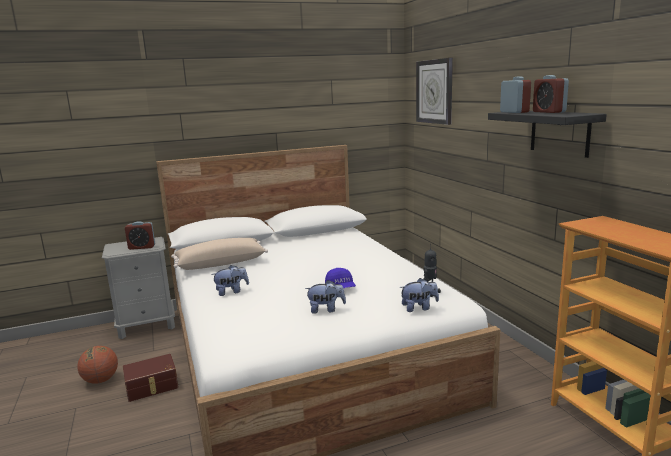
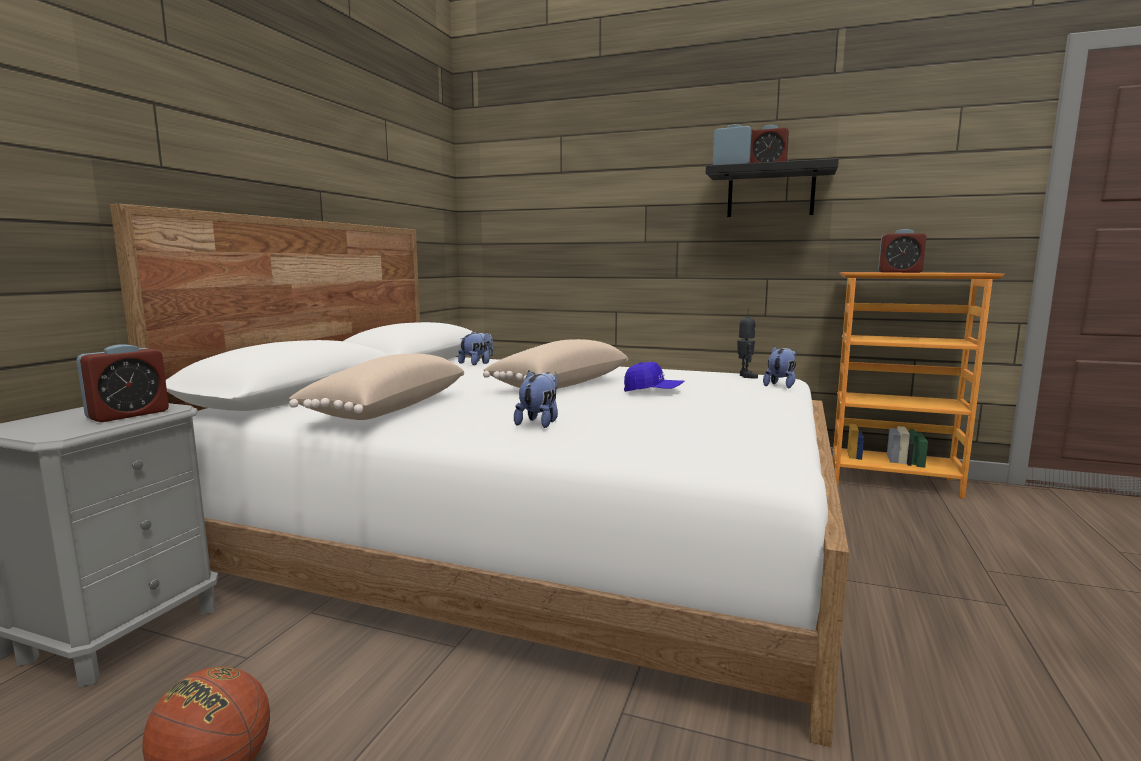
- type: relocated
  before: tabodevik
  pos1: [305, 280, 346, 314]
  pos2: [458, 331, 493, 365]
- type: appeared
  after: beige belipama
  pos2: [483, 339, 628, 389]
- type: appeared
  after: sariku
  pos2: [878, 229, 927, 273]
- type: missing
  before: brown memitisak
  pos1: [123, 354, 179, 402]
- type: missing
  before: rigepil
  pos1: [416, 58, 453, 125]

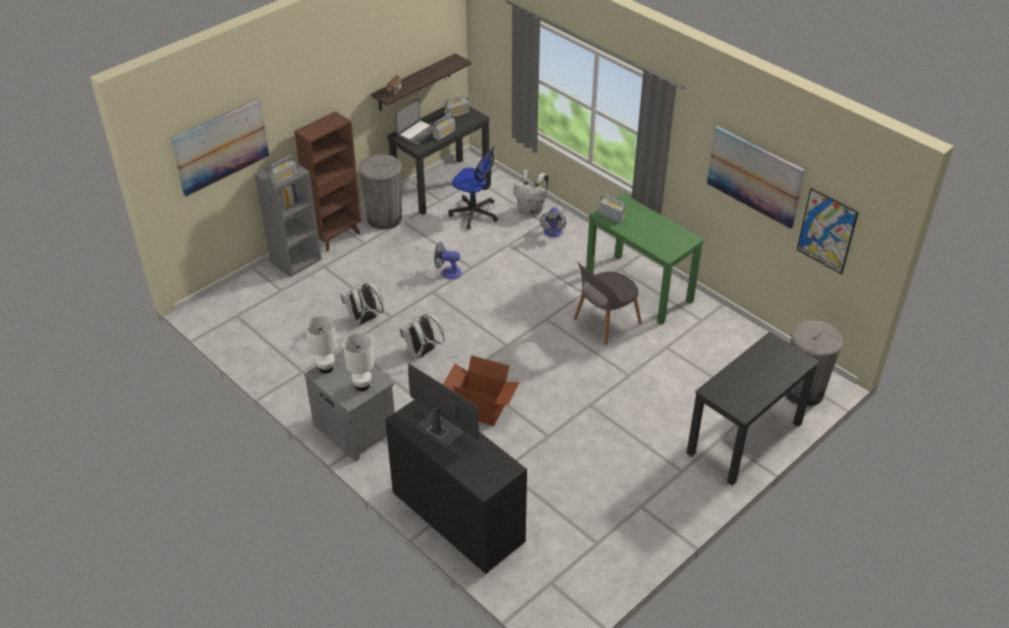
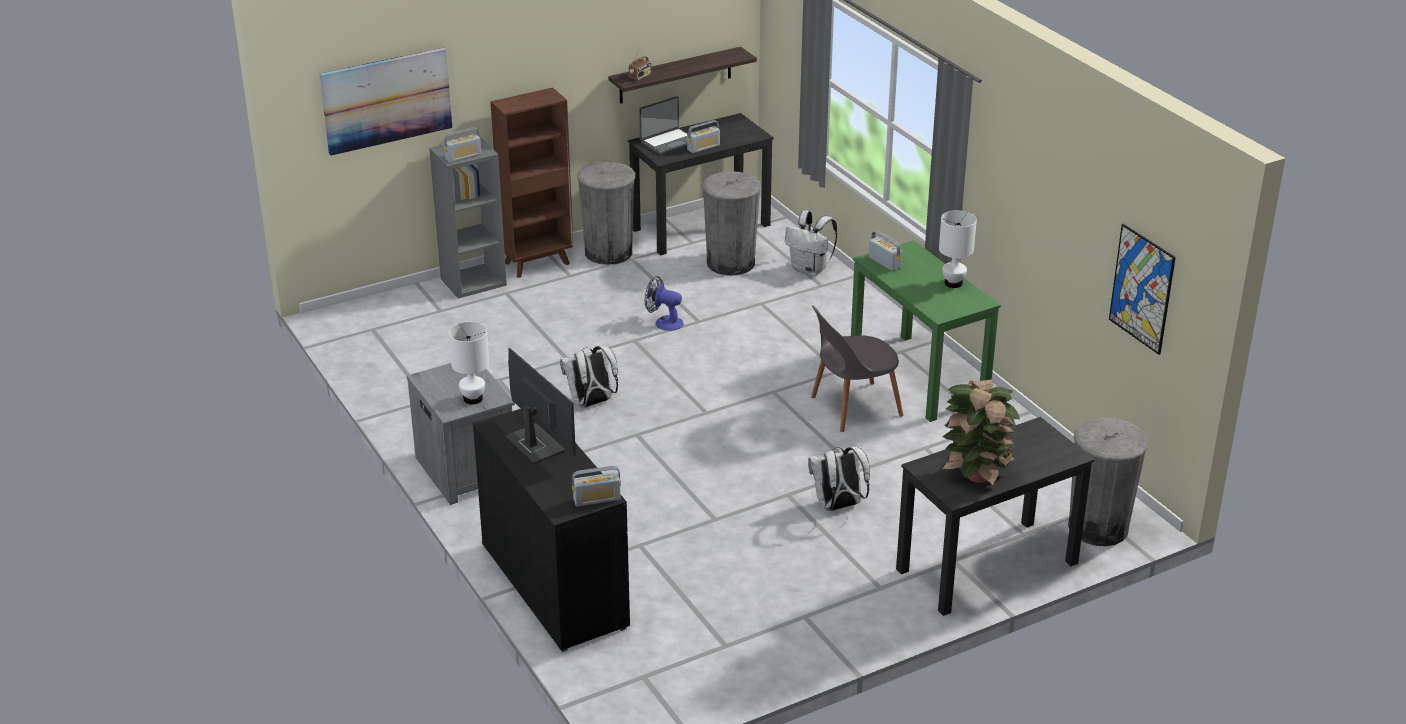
- type: relocated
  before: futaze
  pos1: [445, 95, 469, 118]
  pos2: [572, 466, 621, 506]
- type: exchanged
  before: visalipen
  after: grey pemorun
  pos1: [448, 146, 498, 230]
  pos2: [702, 171, 761, 276]
- type: relocated
  before: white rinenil
  pos1: [340, 280, 383, 325]
  pos2: [808, 447, 870, 511]
- type: relocated
  before: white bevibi
  pos1: [306, 316, 337, 373]
  pos2: [939, 210, 977, 288]
- type: appeared
  after: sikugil
  pos2: [941, 380, 1020, 486]
- type: missing
  before: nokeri
  pos1: [443, 355, 520, 426]
- type: missing
  before: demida
  pos1: [540, 207, 566, 238]
- type: missing
  before: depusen
  pos1: [707, 126, 805, 229]

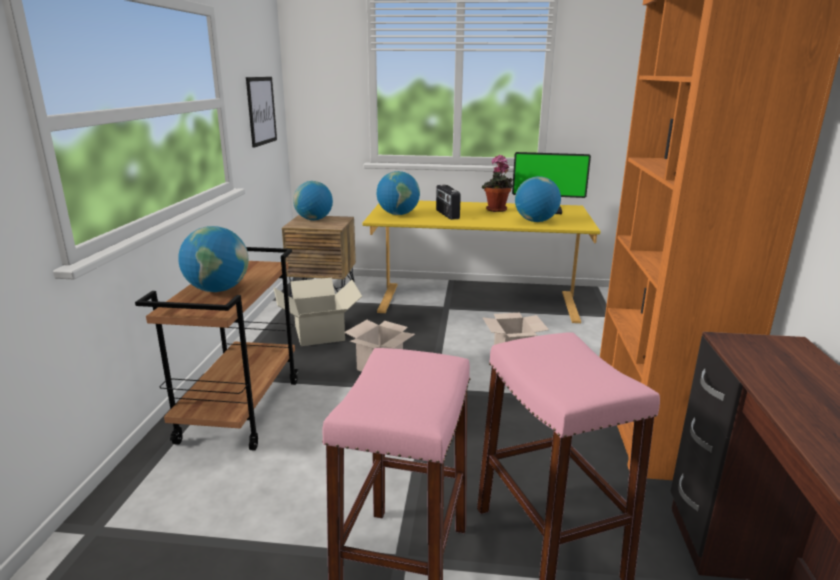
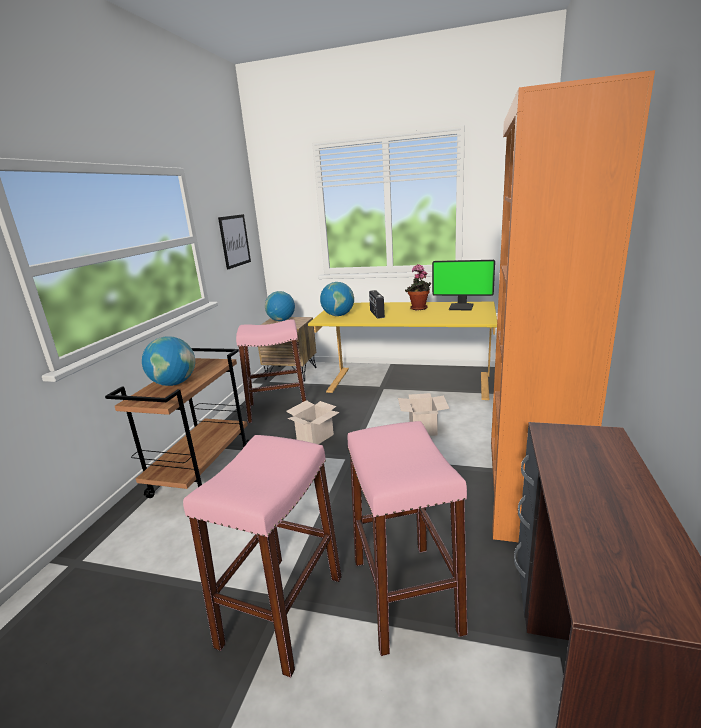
- type: exchanged
  before: nokeri
  after: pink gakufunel
  pos1: [273, 278, 362, 346]
  pos2: [236, 319, 306, 423]
- type: missing
  before: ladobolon
  pos1: [515, 176, 561, 222]

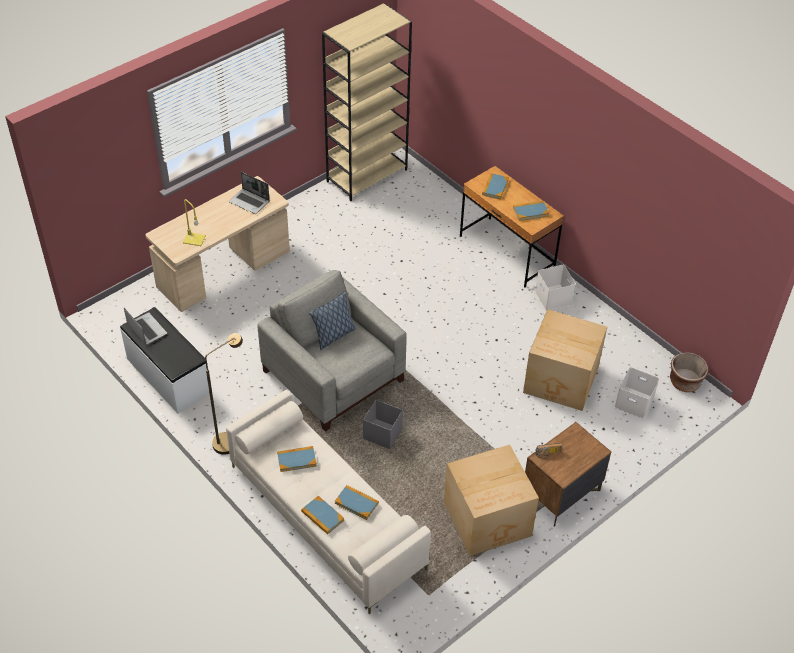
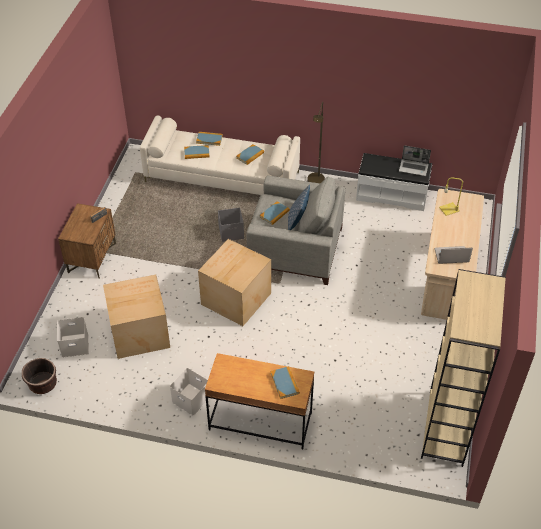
- type: relocated
  before: nokeri
  pos1: [444, 444, 539, 556]
  pos2: [198, 239, 271, 326]
- type: relocated
  before: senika
  pos1: [513, 201, 549, 221]
  pos2: [260, 201, 290, 225]

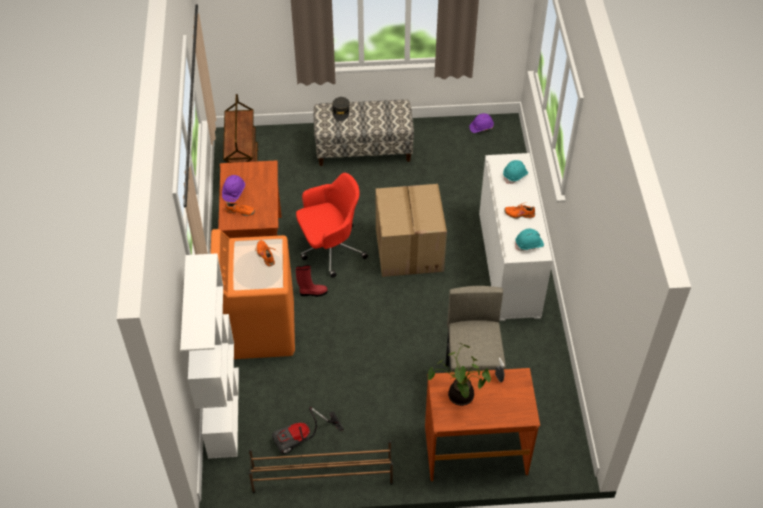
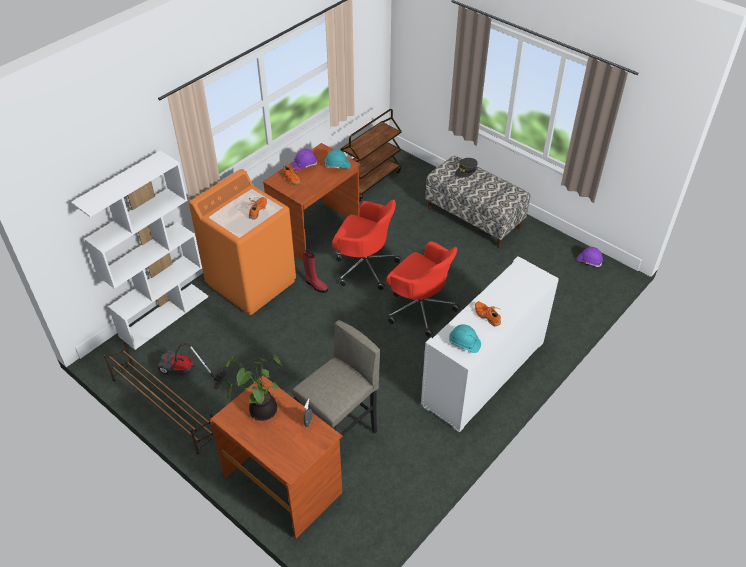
- type: relocated
  before: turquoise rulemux
  pos1: [503, 160, 528, 184]
  pos2: [325, 150, 351, 169]
- type: exchanged
  before: nokeri
  after: red visalipen
  pos1: [376, 184, 447, 277]
  pos2: [386, 241, 460, 337]

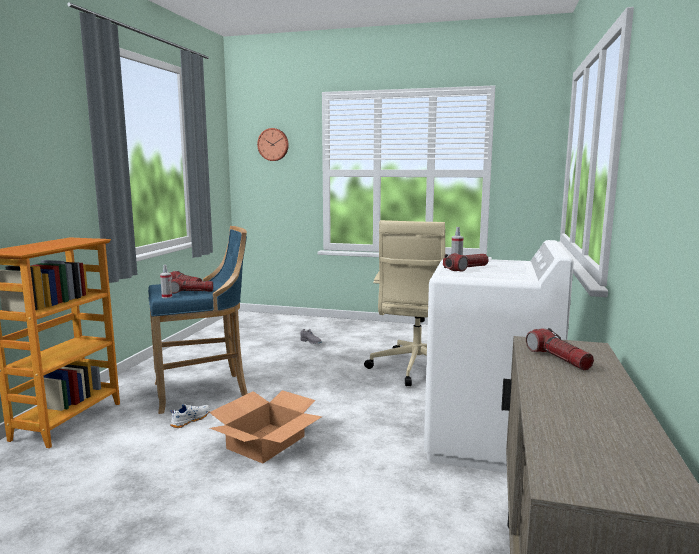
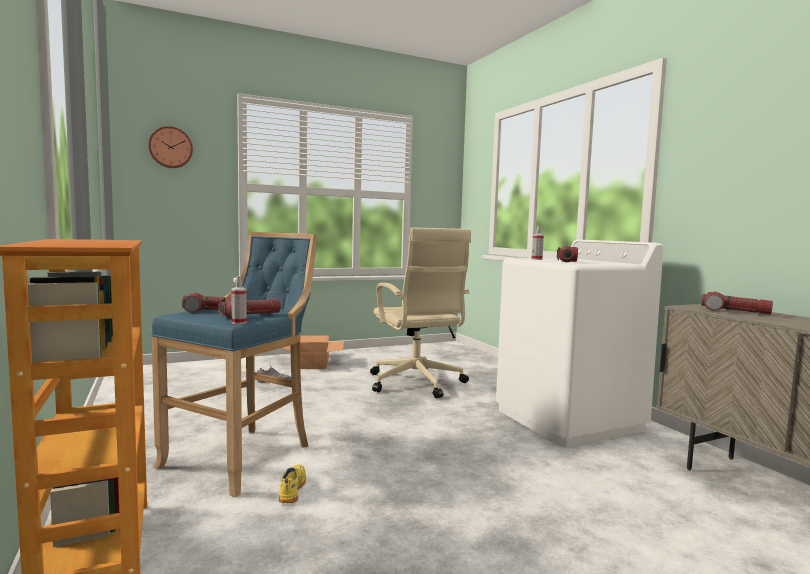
- type: colour
  before: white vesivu
  after: yellow vesivu
  pos1: [170, 404, 210, 428]
  pos2: [279, 464, 306, 503]
- type: relocated
  before: nokeri
  pos1: [209, 390, 322, 464]
  pos2: [282, 335, 344, 369]

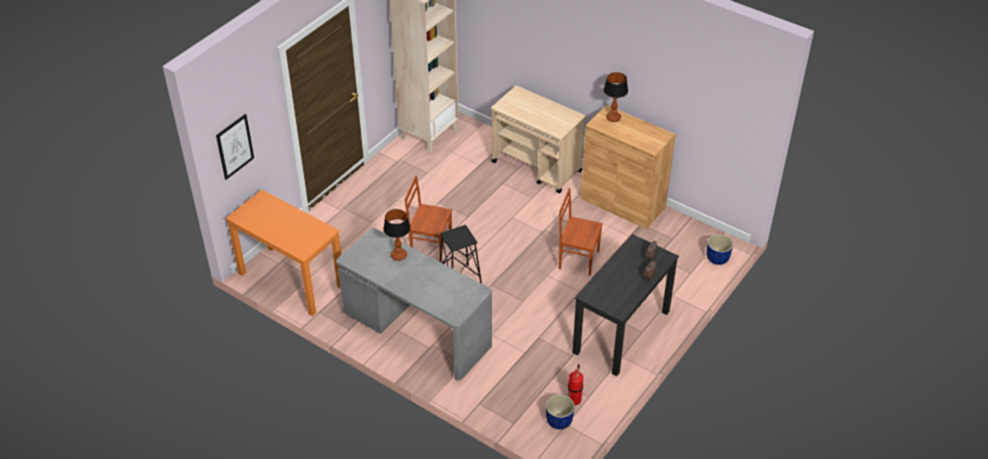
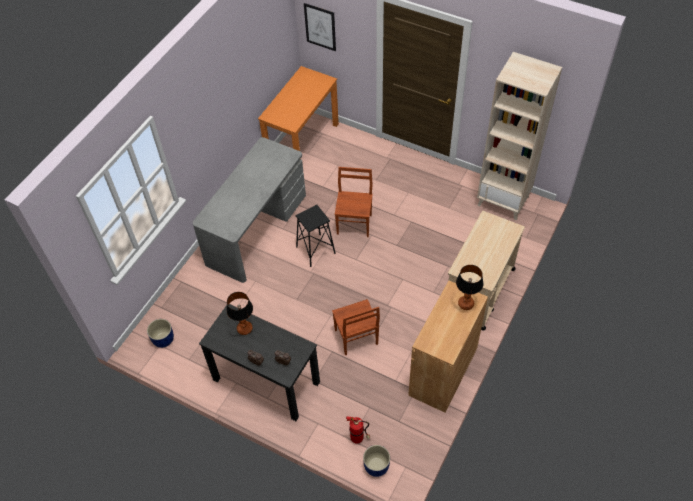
- type: relocated
  before: bevibi
  pos1: [383, 209, 410, 261]
  pos2: [227, 292, 253, 335]
- type: spun
  before: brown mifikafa
  pos1: [559, 188, 603, 276]
  pos2: [332, 299, 380, 355]
  turn: 150
- type: relocated
  before: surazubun
  pos1: [568, 364, 583, 405]
  pos2: [346, 416, 370, 444]

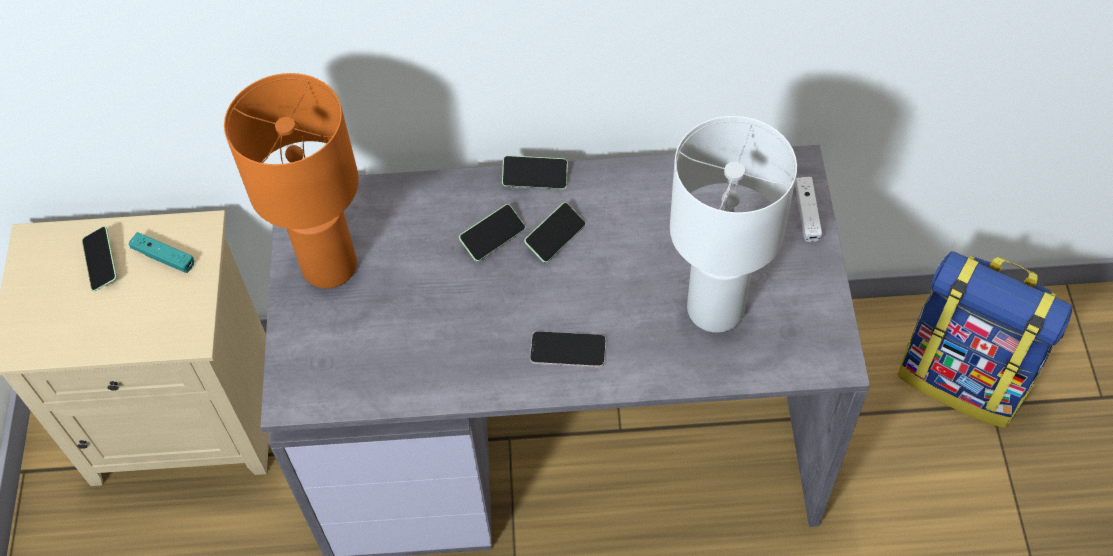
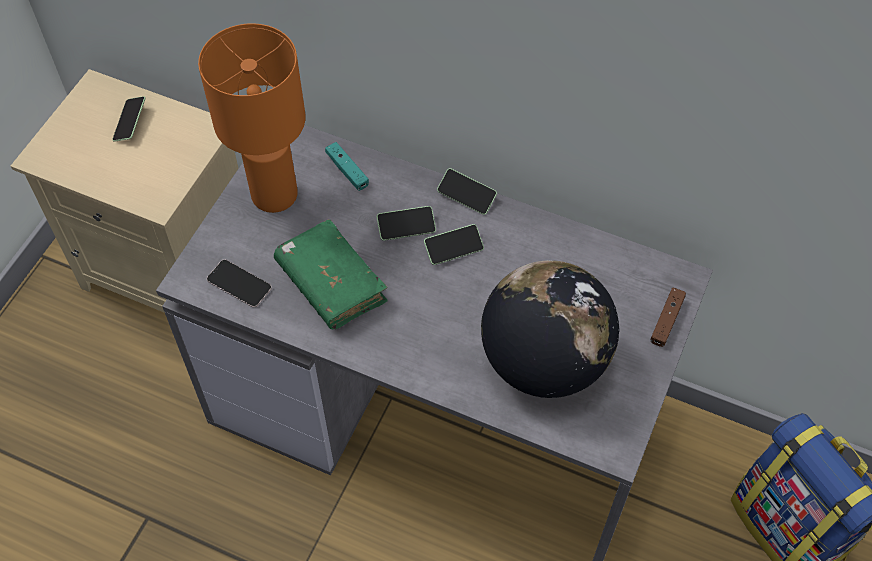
- type: relocated
  before: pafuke
  pos1: [530, 331, 606, 367]
  pos2: [207, 259, 272, 308]
- type: appeared
  after: green senika
  pos2: [274, 219, 388, 329]
- type: relocated
  before: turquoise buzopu
  pos1: [128, 232, 194, 273]
  pos2: [325, 142, 369, 191]
- type: exchanged
  before: white bevibi
  after: ladobolon
  pos1: [670, 116, 797, 333]
  pos2: [481, 260, 619, 398]
- type: colour
  before: white buzopu
  after: brown buzopu
  pos1: [795, 177, 822, 242]
  pos2: [650, 288, 686, 347]

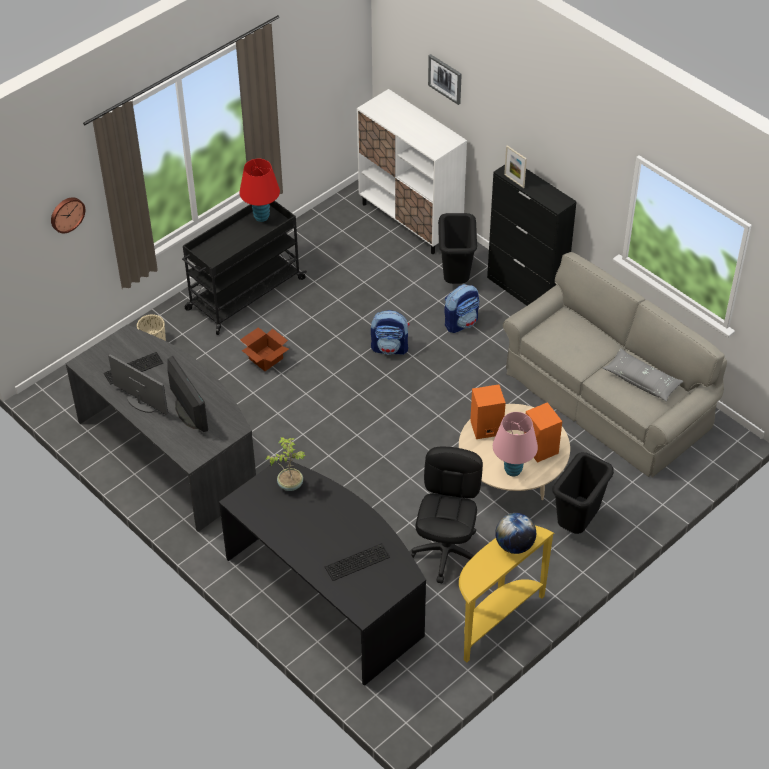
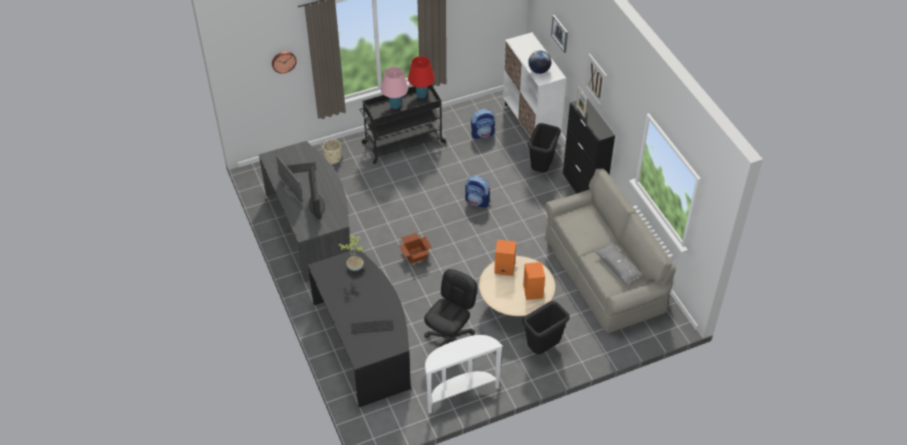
- type: relocated
  before: pink bevibi
  pos1: [493, 412, 538, 477]
  pos2: [381, 67, 408, 109]
- type: relocated
  before: nokeri
  pos1: [240, 327, 289, 371]
  pos2: [399, 233, 431, 264]
- type: colour
  before: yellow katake
  after: white katake
  pos1: [459, 526, 554, 663]
  pos2: [425, 335, 503, 414]
- type: relocated
  before: rinenil
  pos1: [444, 284, 479, 333]
  pos2: [471, 109, 495, 139]
- type: relocated
  before: ladobolon
  pos1: [495, 513, 536, 554]
  pos2: [528, 50, 551, 74]
- type: appeared
  after: depusen
  pos2: [585, 54, 607, 109]

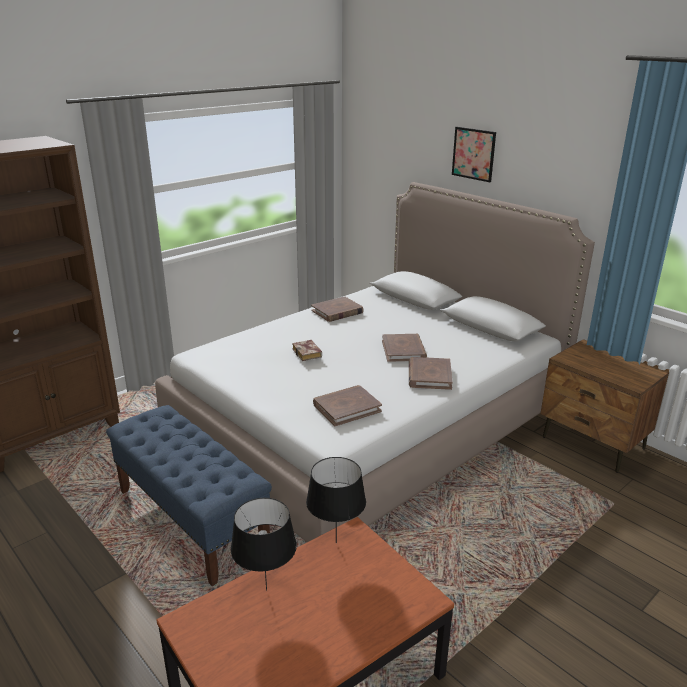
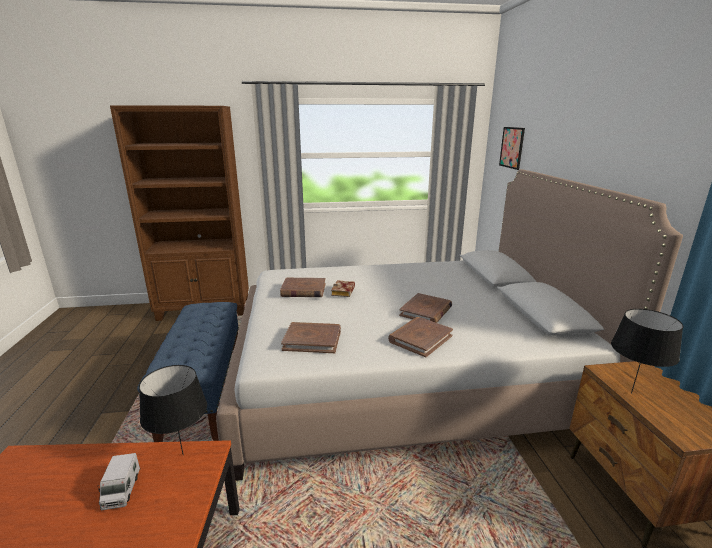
- type: appeared
  after: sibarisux
  pos2: [98, 453, 140, 510]
- type: relocated
  before: brown senika
  pos1: [311, 296, 364, 322]
  pos2: [280, 278, 326, 297]
- type: relocated
  before: depusen
  pos1: [452, 127, 496, 182]
  pos2: [499, 127, 525, 170]
- type: relocated
  before: black bevibi
  pos1: [231, 498, 297, 591]
  pos2: [611, 309, 683, 394]

